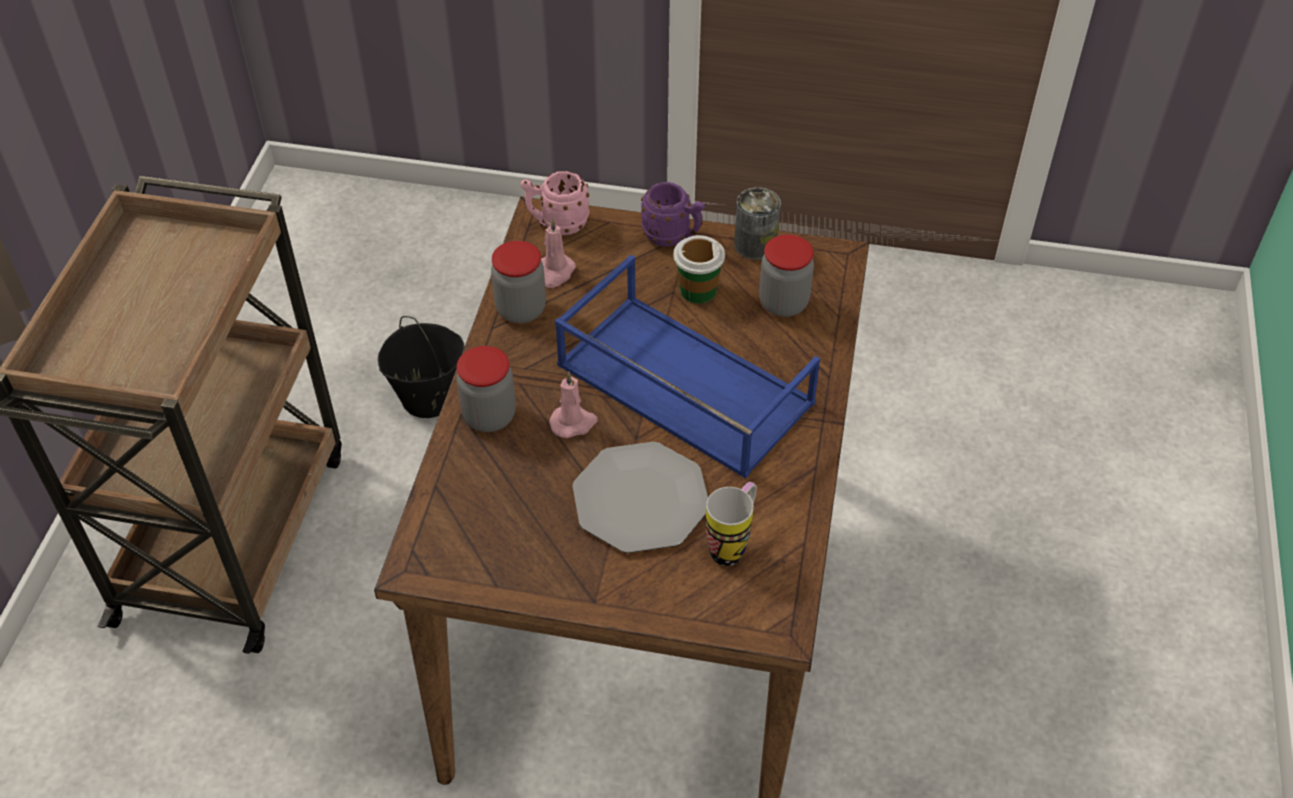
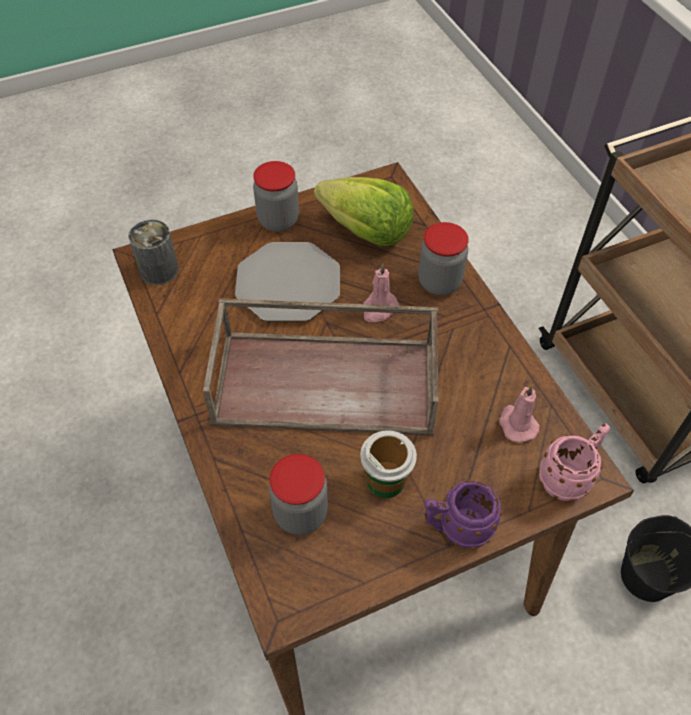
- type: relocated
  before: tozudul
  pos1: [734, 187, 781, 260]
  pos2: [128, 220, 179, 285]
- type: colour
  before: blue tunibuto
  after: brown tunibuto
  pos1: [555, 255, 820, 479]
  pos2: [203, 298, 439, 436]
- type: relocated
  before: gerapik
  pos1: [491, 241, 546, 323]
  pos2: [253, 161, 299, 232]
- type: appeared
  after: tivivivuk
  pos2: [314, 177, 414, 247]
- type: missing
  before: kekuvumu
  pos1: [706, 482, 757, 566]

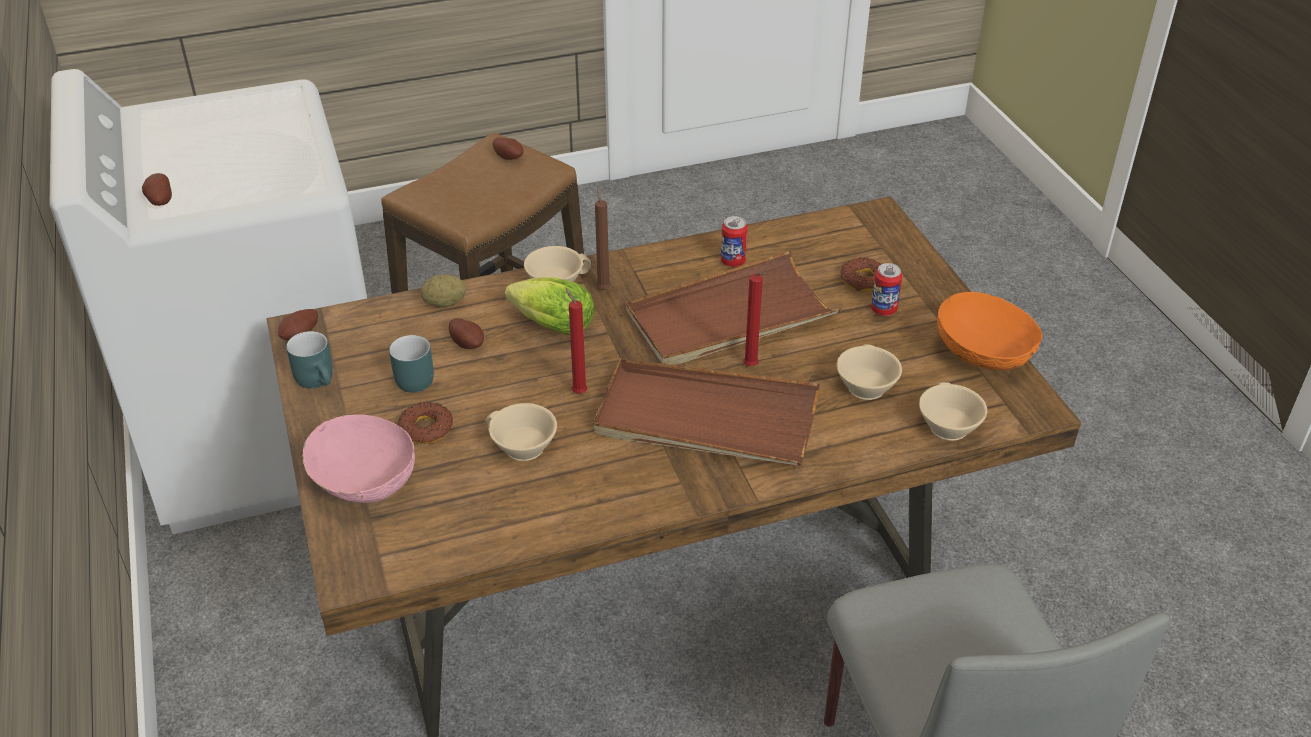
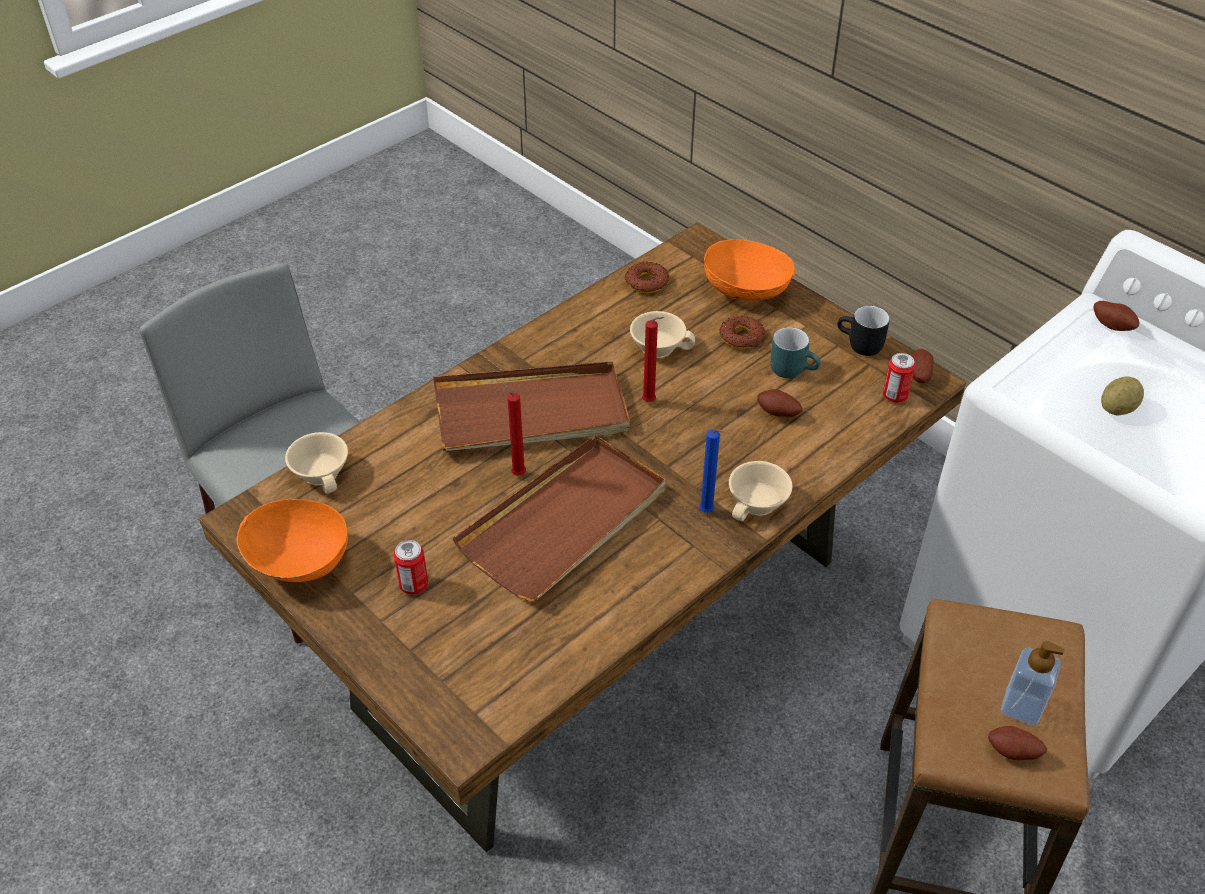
- type: relocated
  before: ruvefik
  pos1: [841, 257, 882, 292]
  pos2: [625, 261, 669, 293]
- type: colour
  before: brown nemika
  after: blue nemika
  pos1: [595, 187, 611, 290]
  pos2: [699, 429, 724, 513]
- type: colour
  before: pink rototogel
  after: orange rototogel
  pos1: [302, 414, 415, 503]
  pos2: [704, 239, 795, 301]
- type: colour
  before: turquoise kekuvumu
  after: black kekuvumu
  pos1: [286, 331, 333, 389]
  pos2: [838, 306, 890, 356]
- type: relocated
  before: tozudul
  pos1: [721, 216, 748, 267]
  pos2: [883, 353, 915, 403]
- type: appeared
  after: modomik
  pos2: [1001, 641, 1064, 726]
- type: relocated
  before: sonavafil
  pos1: [421, 274, 466, 308]
  pos2: [1101, 377, 1144, 416]
- type: missing
  before: tivivivuk
  pos1: [505, 277, 595, 335]
- type: missing
  before: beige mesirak
  pos1: [837, 344, 902, 400]

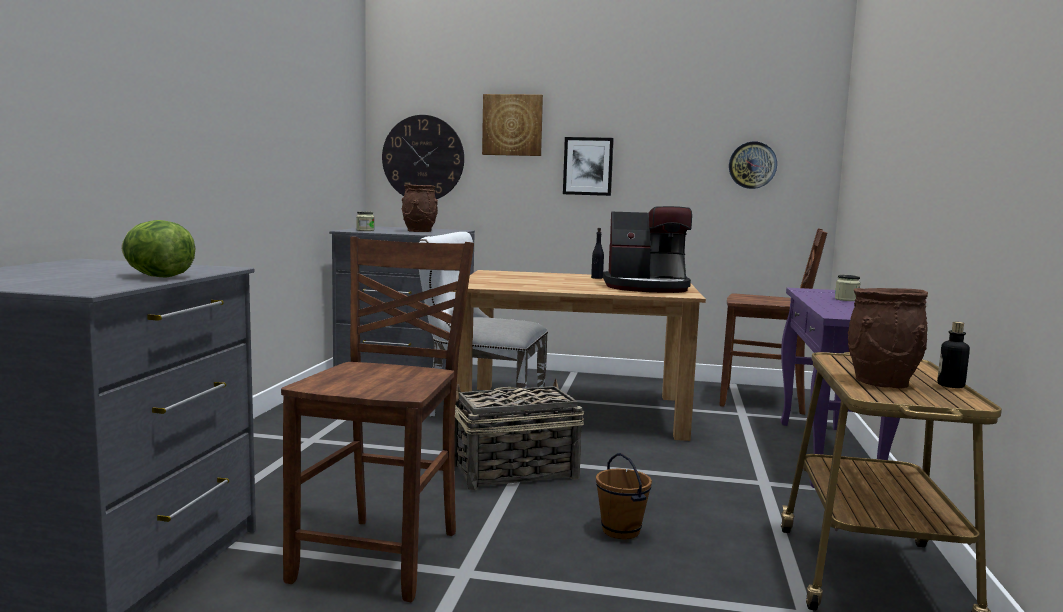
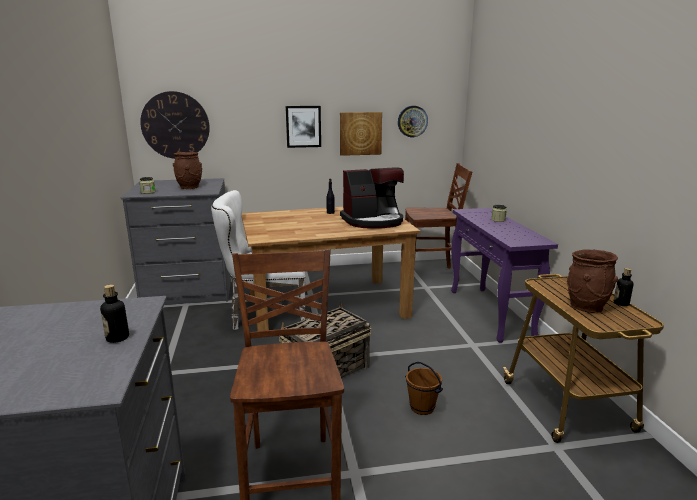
- type: exchanged
  before: tivivivuk
  after: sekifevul
  pos1: [121, 220, 196, 278]
  pos2: [100, 284, 129, 343]
- type: relocated
  before: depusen
  pos1: [482, 94, 543, 156]
  pos2: [340, 112, 382, 156]

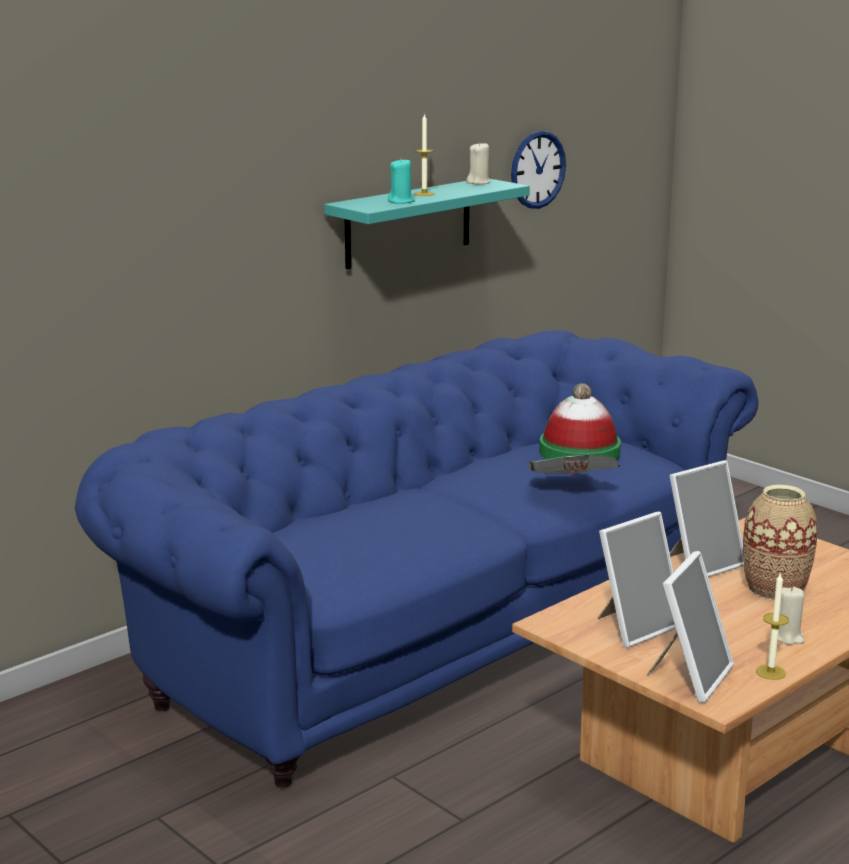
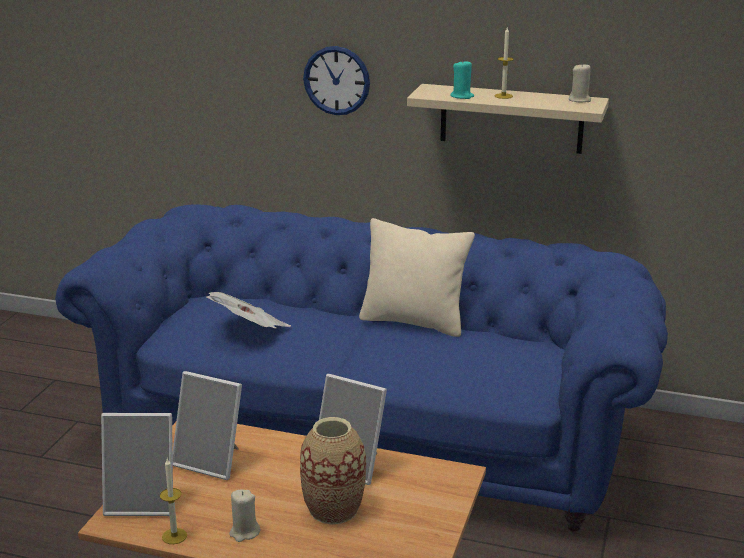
- type: relocated
  before: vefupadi
  pos1: [527, 455, 621, 474]
  pos2: [206, 292, 291, 329]
- type: relocated
  before: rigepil
  pos1: [511, 131, 566, 209]
  pos2: [303, 46, 370, 115]
- type: appeared
  after: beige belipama
  pos2: [359, 218, 475, 337]
- type: colour
  before: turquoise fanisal
  after: beige fanisal
  pos1: [324, 179, 530, 269]
  pos2: [407, 84, 609, 154]
- type: missing
  before: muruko
  pos1: [539, 383, 621, 460]

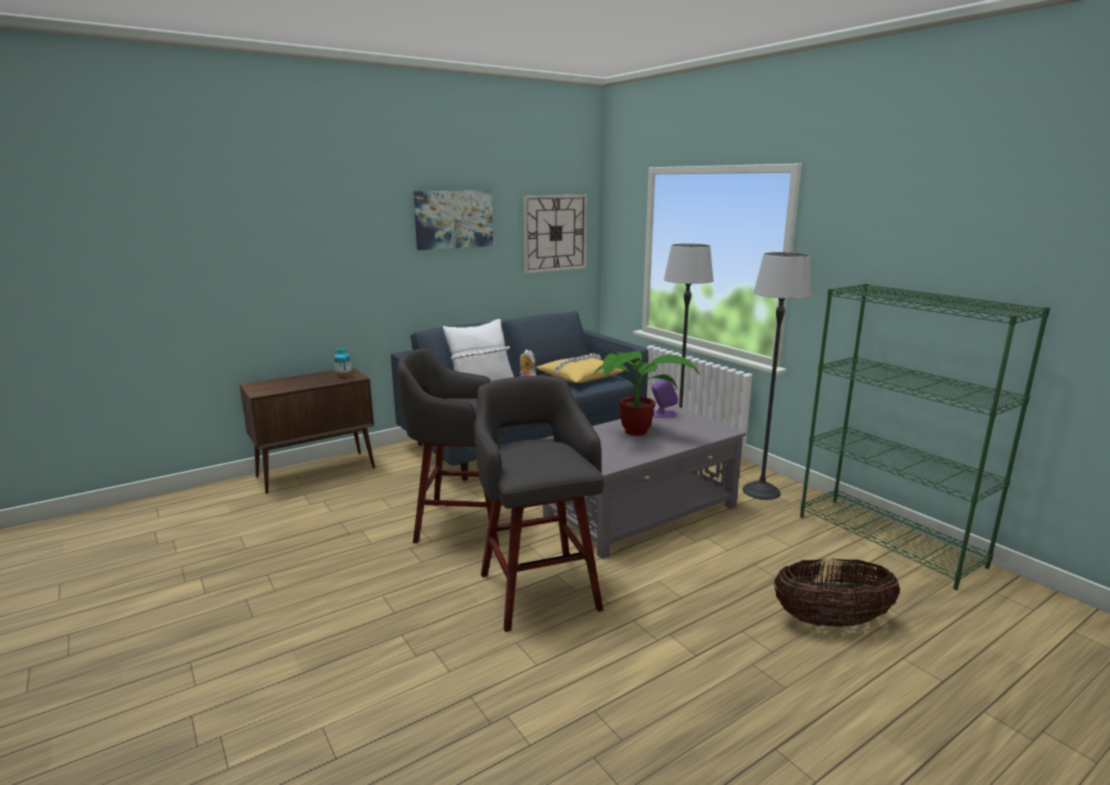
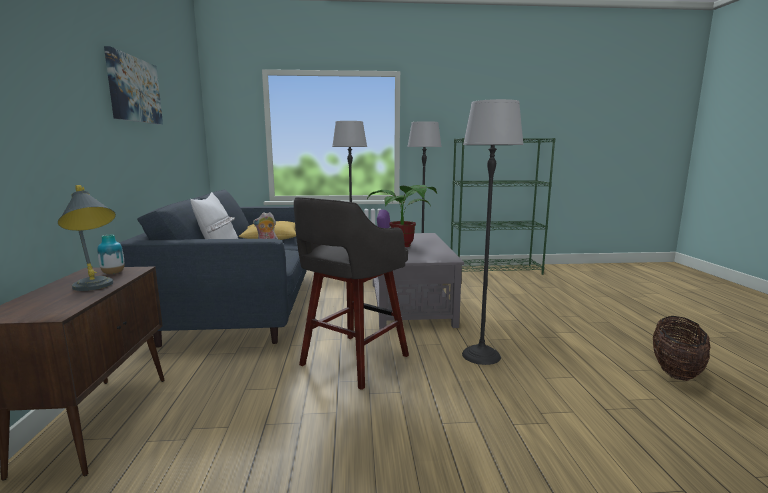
- type: appeared
  after: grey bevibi
  pos2: [58, 185, 116, 291]
- type: exchanged
  before: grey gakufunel
  after: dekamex
  pos1: [474, 376, 604, 632]
  pos2: [462, 99, 524, 365]
- type: relocated
  before: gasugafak
  pos1: [774, 558, 900, 627]
  pos2: [653, 316, 710, 381]
- type: missing
  before: rigepil
  pos1: [523, 195, 587, 273]

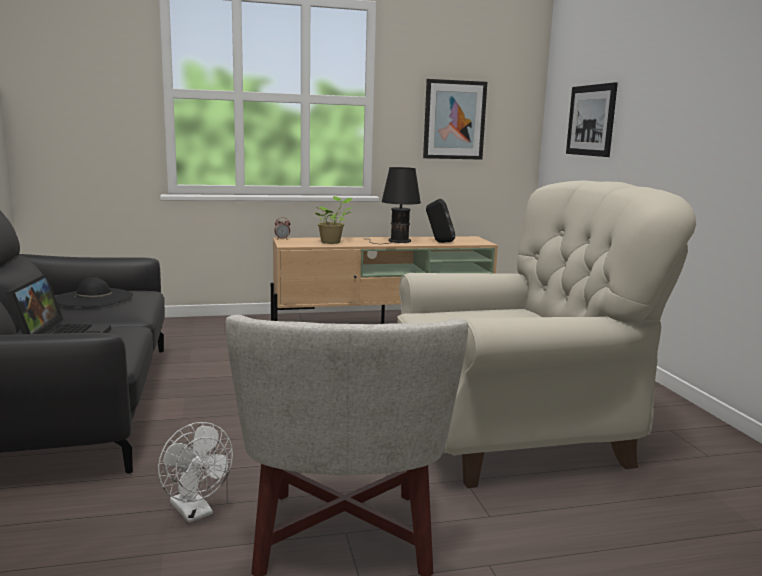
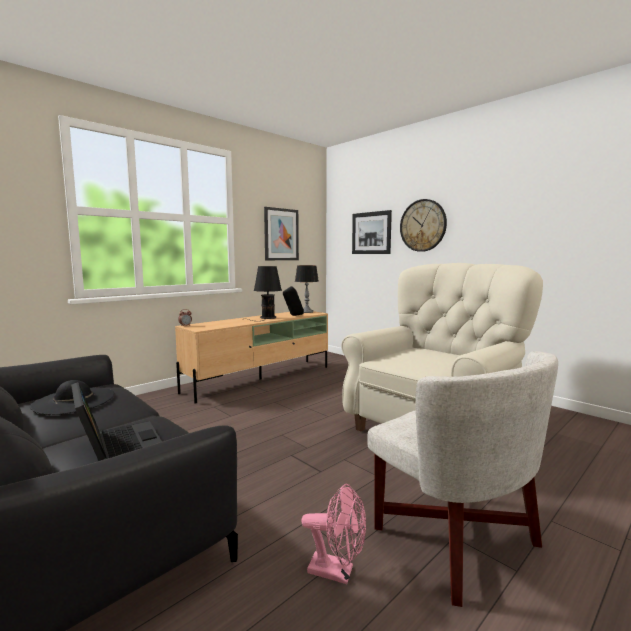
- type: appeared
  after: bevibi
  pos2: [295, 265, 319, 313]
- type: colour
  before: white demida
  after: pink demida
  pos1: [158, 422, 233, 523]
  pos2: [301, 484, 366, 584]
- type: appeared
  after: rigepil
  pos2: [400, 199, 447, 252]
- type: missing
  before: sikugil
  pos1: [315, 196, 353, 244]

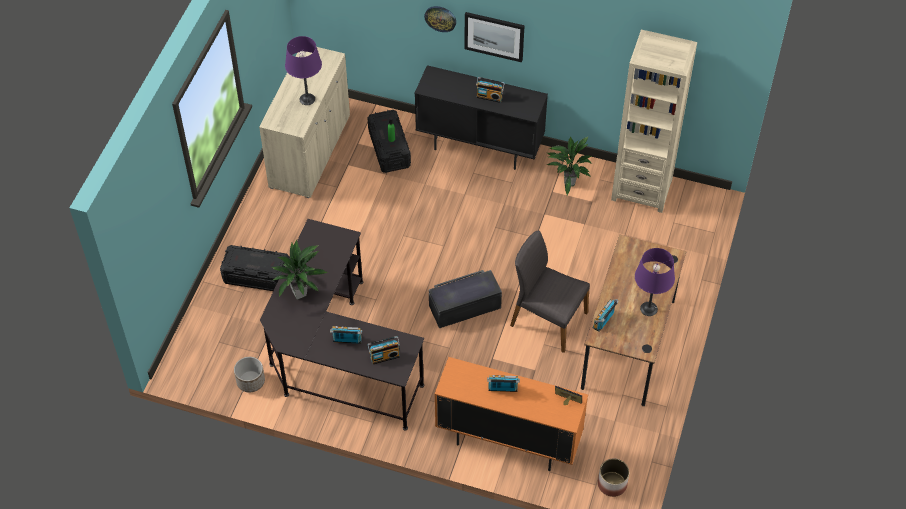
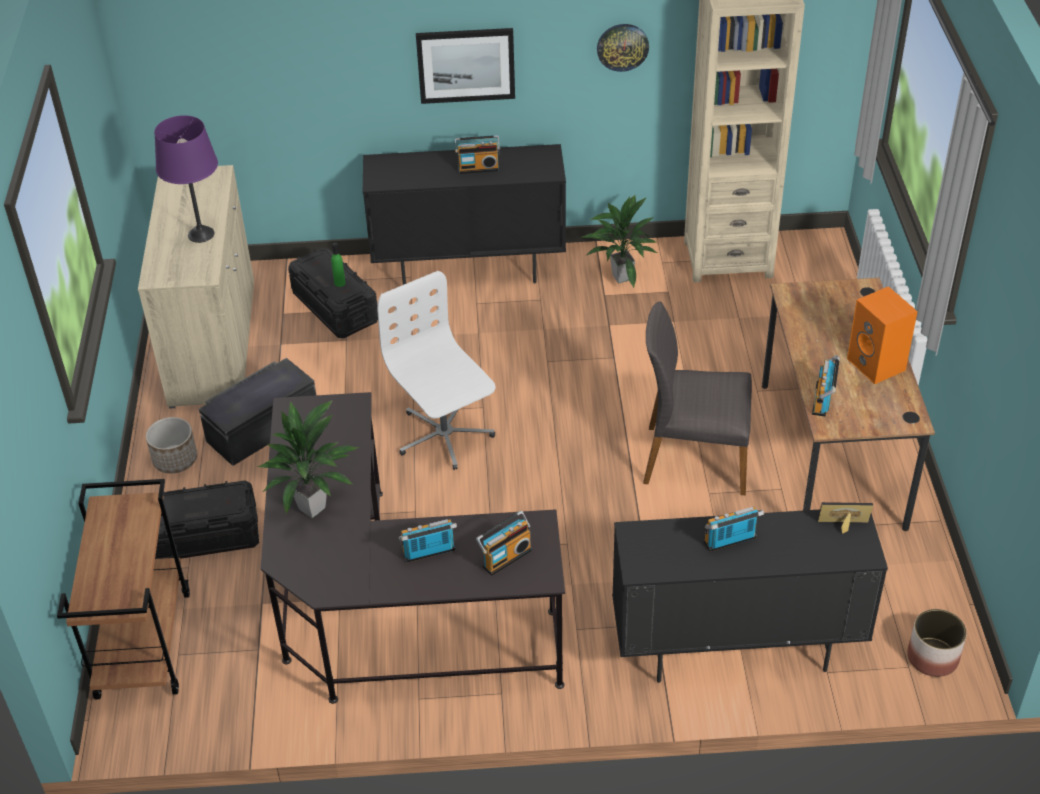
- type: appeared
  after: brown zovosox
  pos2: [57, 479, 190, 700]
- type: relocated
  before: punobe
  pos1: [234, 357, 265, 392]
  pos2: [146, 417, 197, 473]
- type: relocated
  before: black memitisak
  pos1: [429, 270, 502, 328]
  pos2: [199, 358, 316, 466]
- type: appeared
  after: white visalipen
  pos2: [377, 271, 496, 470]
- type: relocated
  before: rigepil
  pos1: [424, 6, 456, 32]
  pos2: [597, 24, 649, 72]
- type: colour
  before: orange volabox
  after: black volabox
  pos1: [435, 357, 588, 471]
  pos2: [612, 510, 888, 683]
- type: exchanged
  before: purple bevibi
  after: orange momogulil
  pos1: [635, 248, 675, 316]
  pos2: [847, 286, 918, 384]

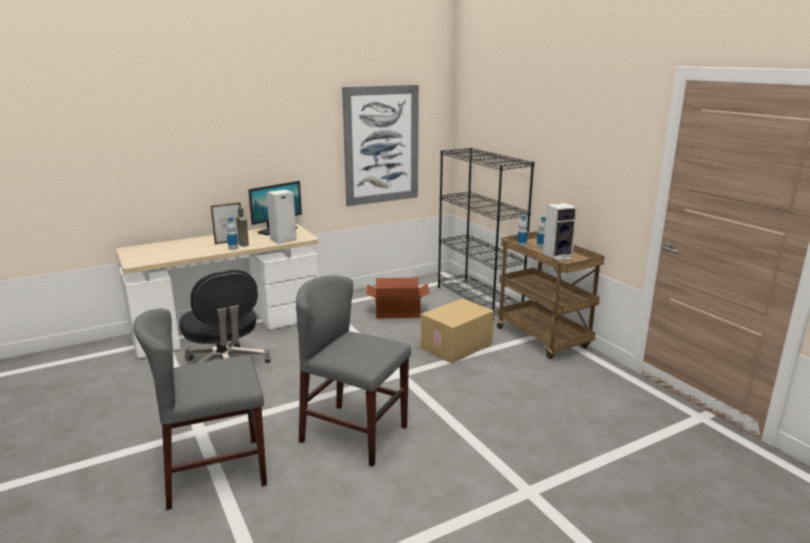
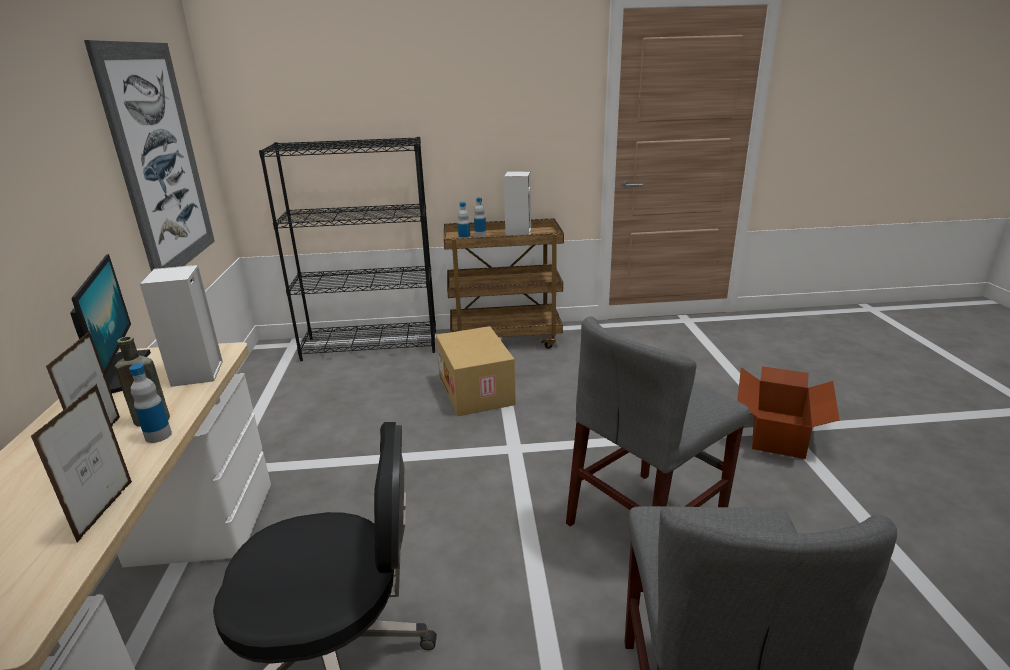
- type: appeared
  after: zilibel
  pos2: [31, 384, 132, 542]
- type: relocated
  before: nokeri
  pos1: [366, 278, 430, 318]
  pos2: [737, 366, 839, 459]

